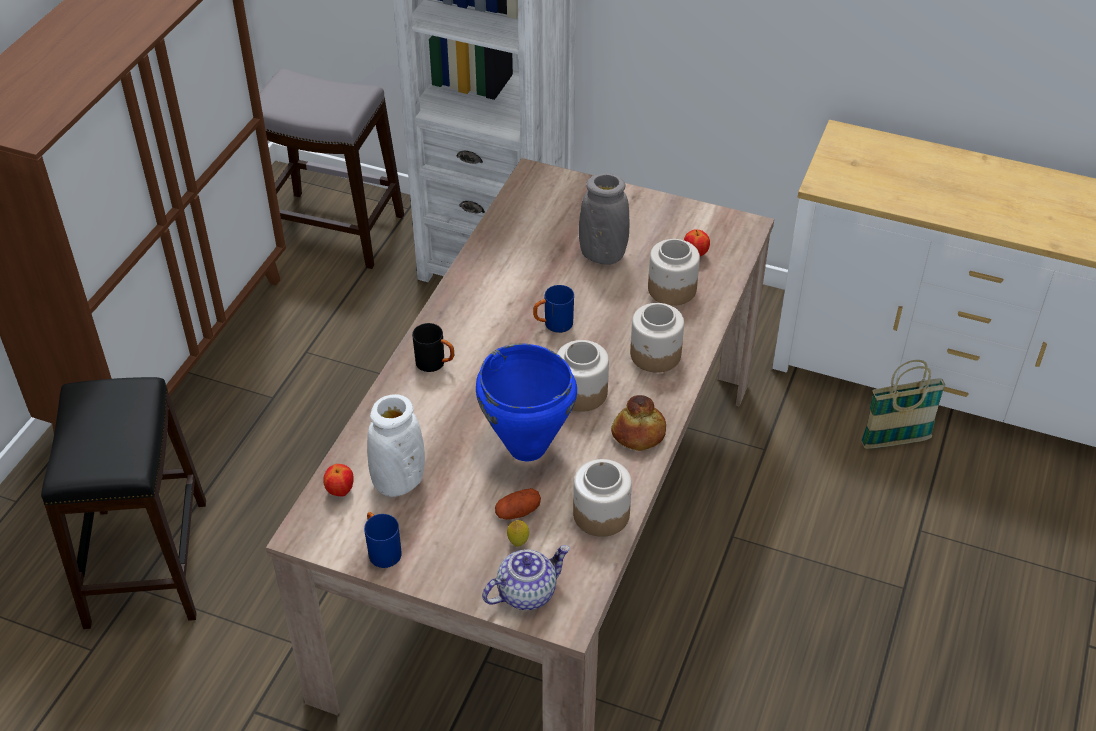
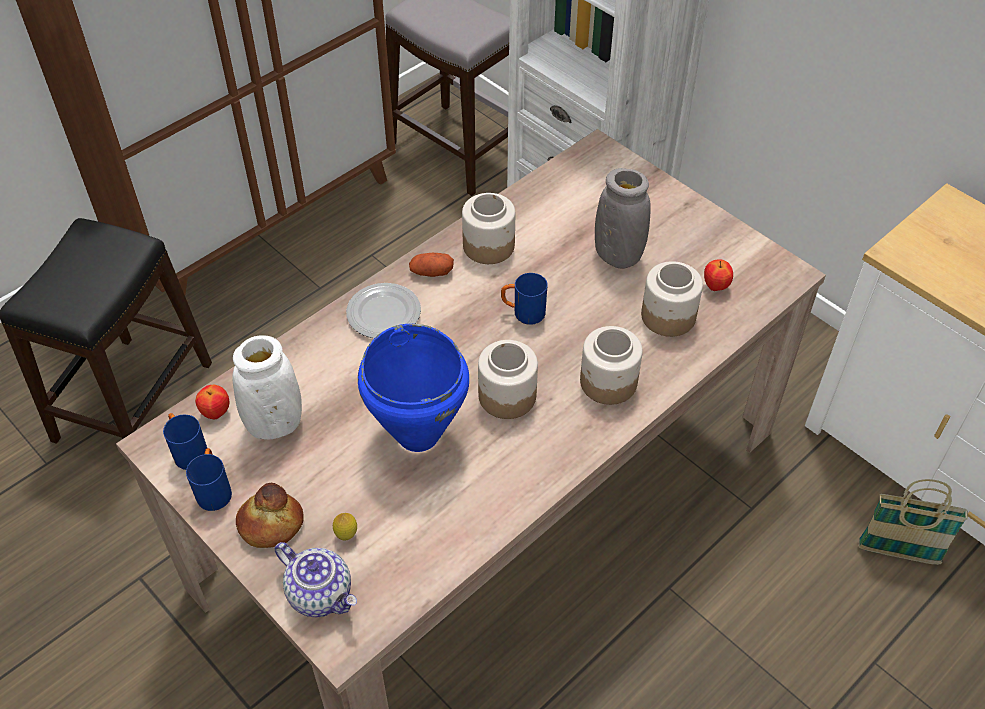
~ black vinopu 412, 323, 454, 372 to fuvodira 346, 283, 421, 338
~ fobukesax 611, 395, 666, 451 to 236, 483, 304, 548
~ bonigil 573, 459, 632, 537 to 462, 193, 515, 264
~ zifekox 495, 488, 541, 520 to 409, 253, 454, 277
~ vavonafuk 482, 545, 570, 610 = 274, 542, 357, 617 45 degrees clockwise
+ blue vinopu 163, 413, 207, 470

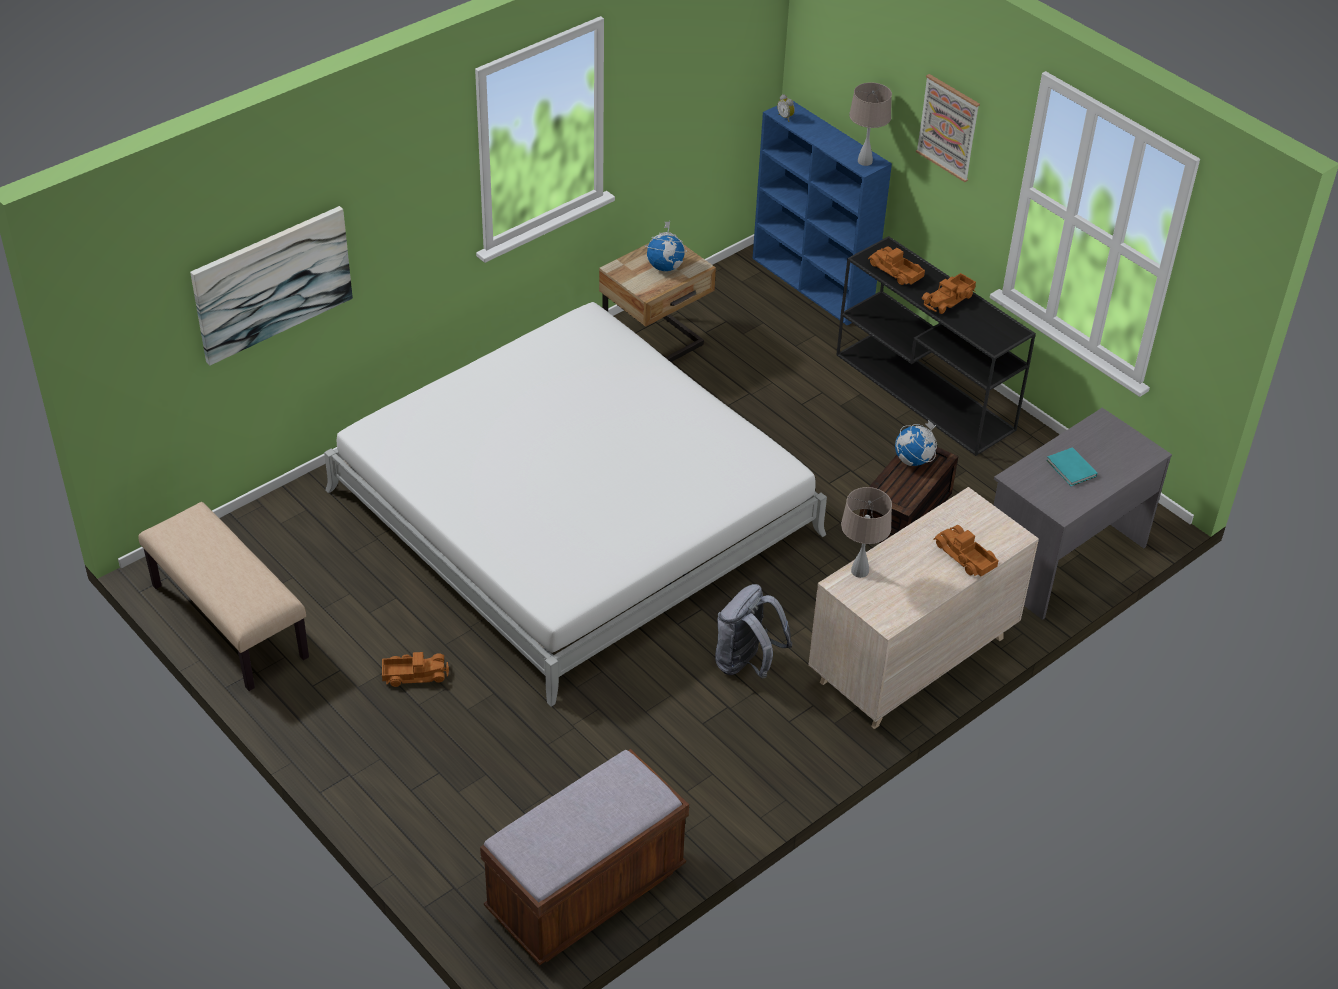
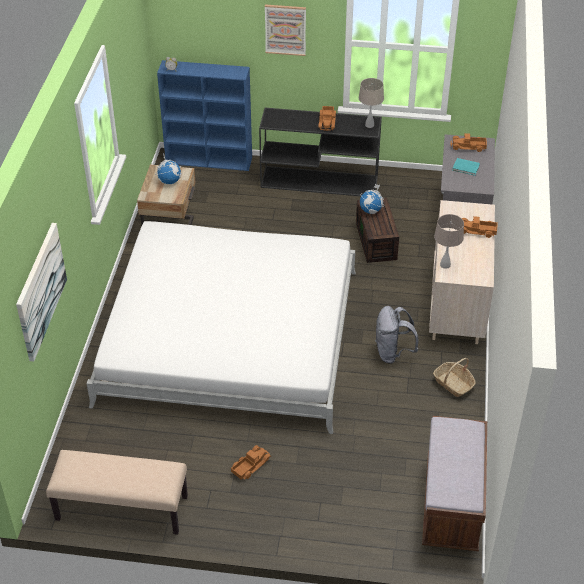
~ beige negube 849, 82, 892, 166 to 359, 78, 384, 128
~ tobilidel 868, 246, 925, 285 to 450, 133, 487, 152
+ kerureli 433, 358, 475, 397

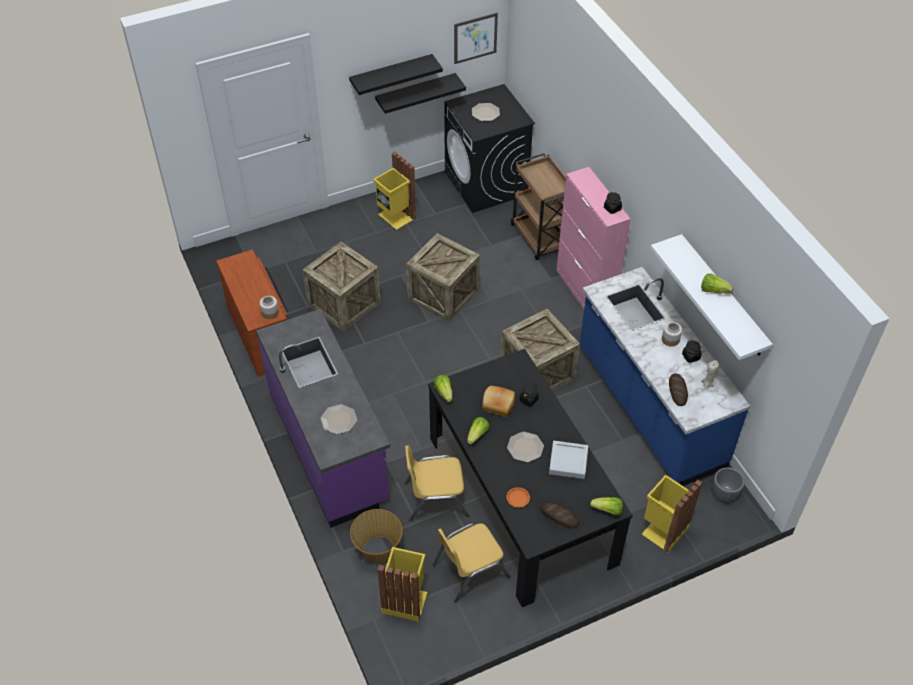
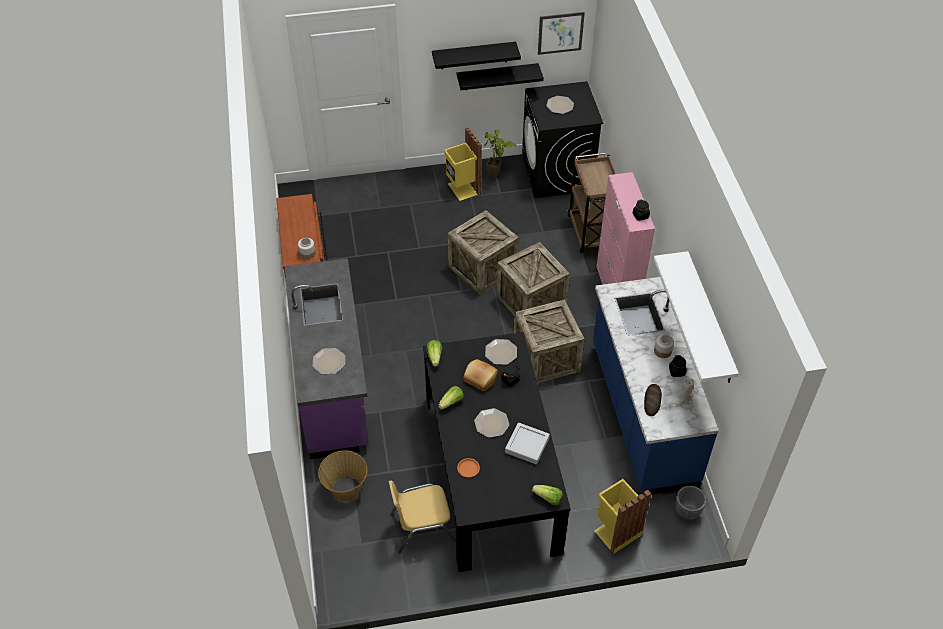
~ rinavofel 303, 242, 381, 331 to 497, 242, 570, 316
- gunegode 701, 274, 733, 294
- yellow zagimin 405, 445, 469, 522
- fobukesax 540, 502, 579, 528
- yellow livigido 378, 547, 427, 622
+ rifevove 483, 130, 517, 178
+ fuvodira 485, 339, 517, 365

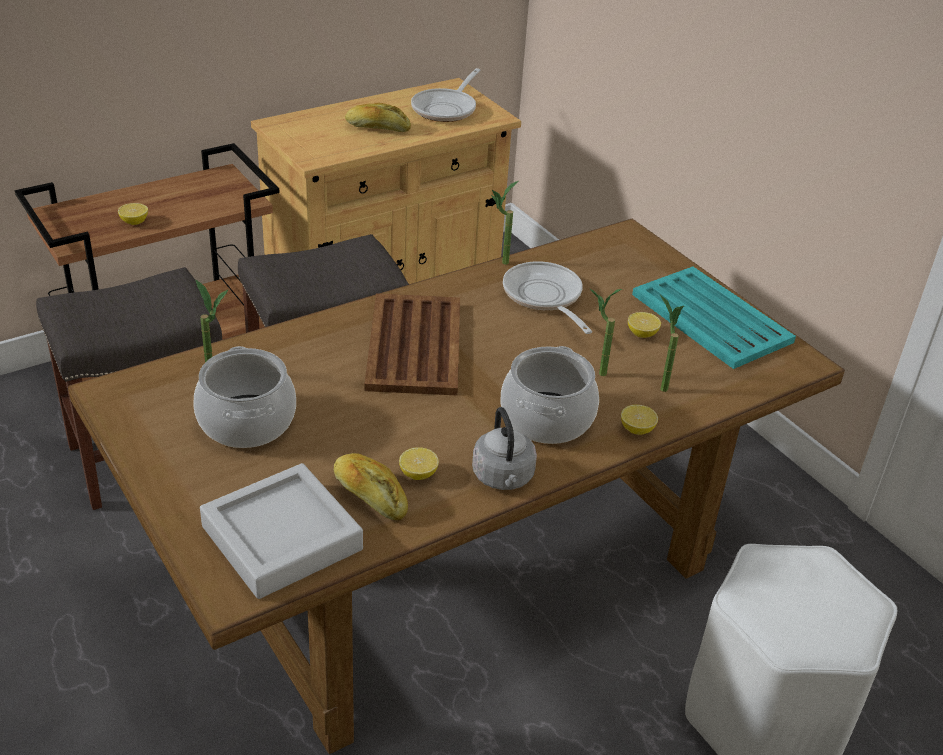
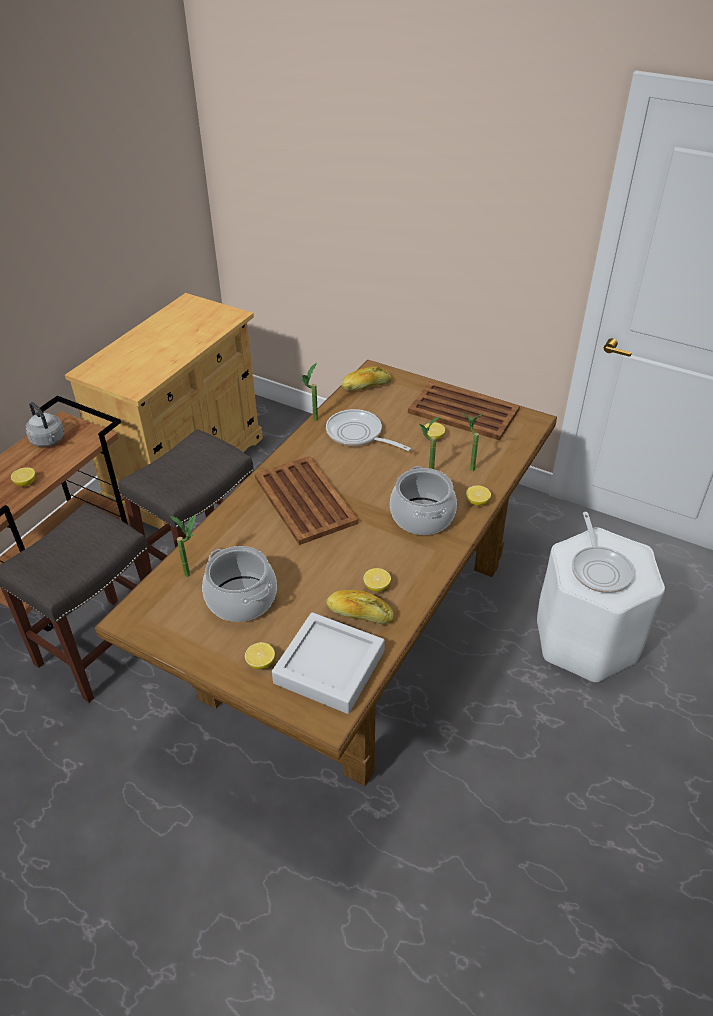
~ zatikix 411, 68, 481, 122 to 572, 512, 634, 593
~ fobukesax 345, 103, 411, 132 to 341, 367, 392, 391
~ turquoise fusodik 632, 266, 796, 369 to brown fusodik 408, 381, 520, 440
~ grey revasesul 472, 407, 537, 490 to 25, 402, 64, 447
+ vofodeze 245, 642, 275, 669

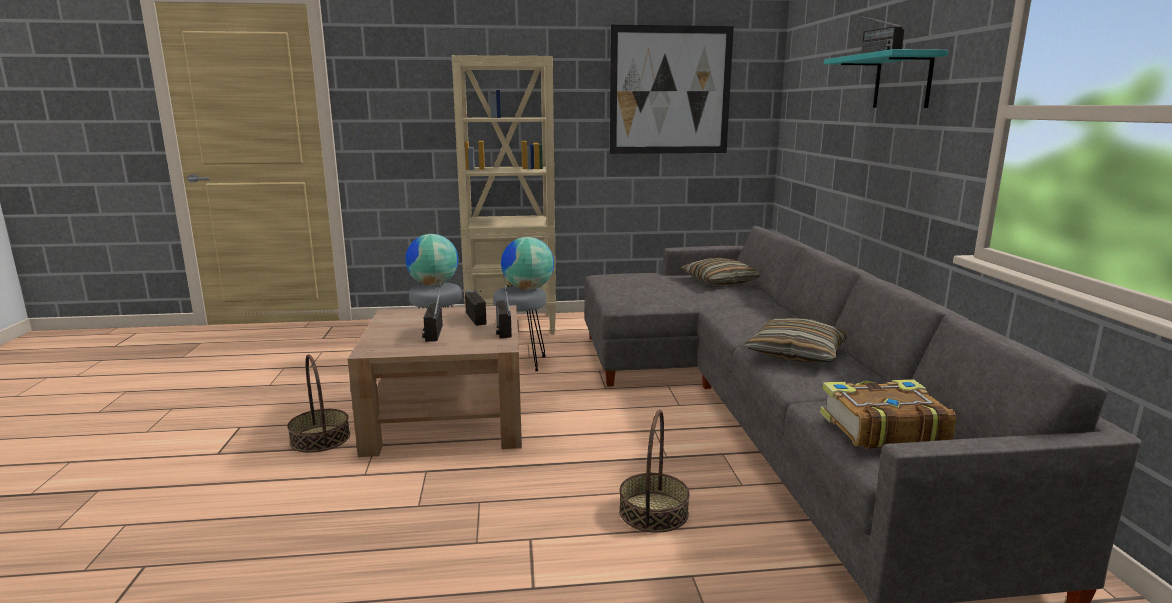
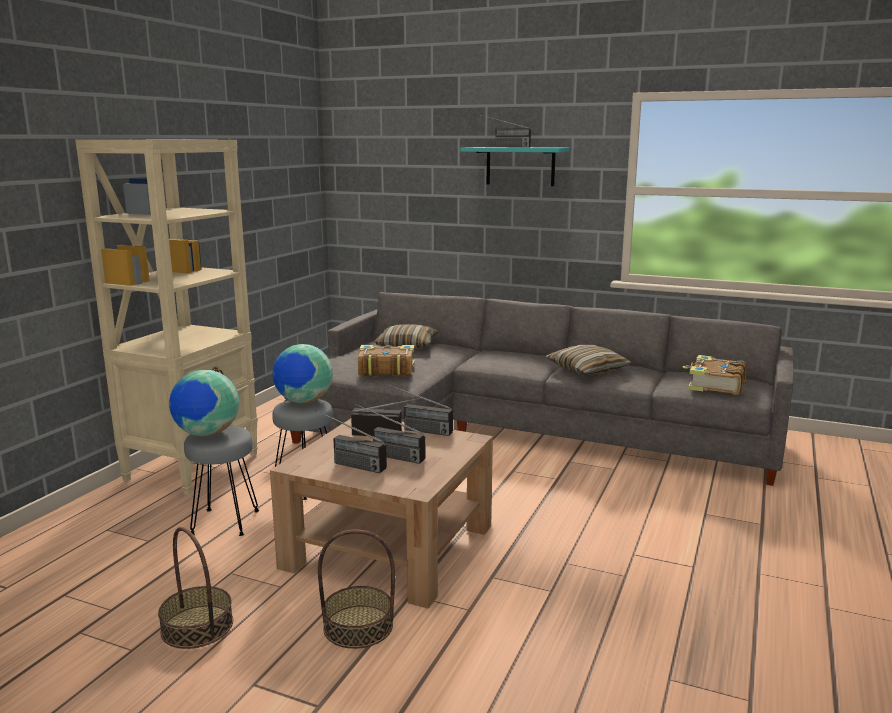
- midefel 610, 25, 734, 154
~ kerureli 619, 410, 690, 533 to 158, 527, 233, 649
+ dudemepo 358, 345, 415, 376
+ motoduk 315, 410, 387, 473

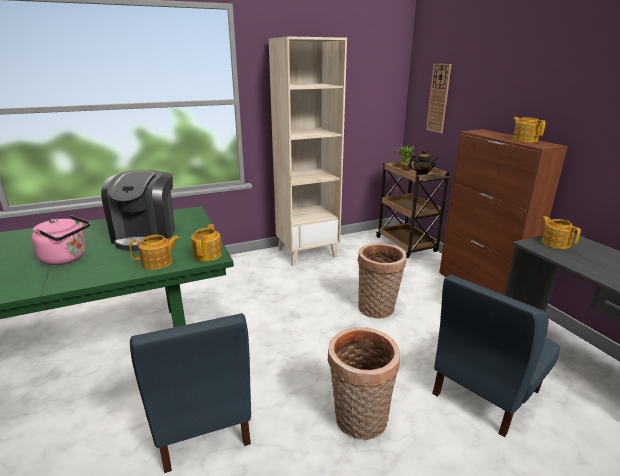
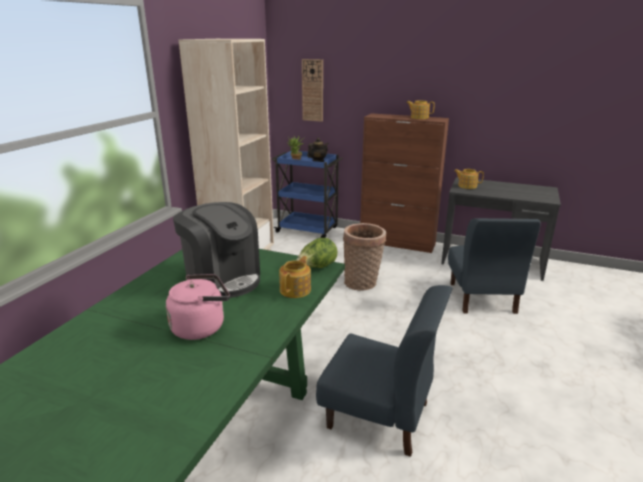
~ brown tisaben 376, 161, 451, 258 to blue tisaben 272, 150, 343, 238
~ vavonafuk 191, 224, 222, 262 to gunegode 296, 238, 338, 268
- kerureli 328, 327, 400, 440

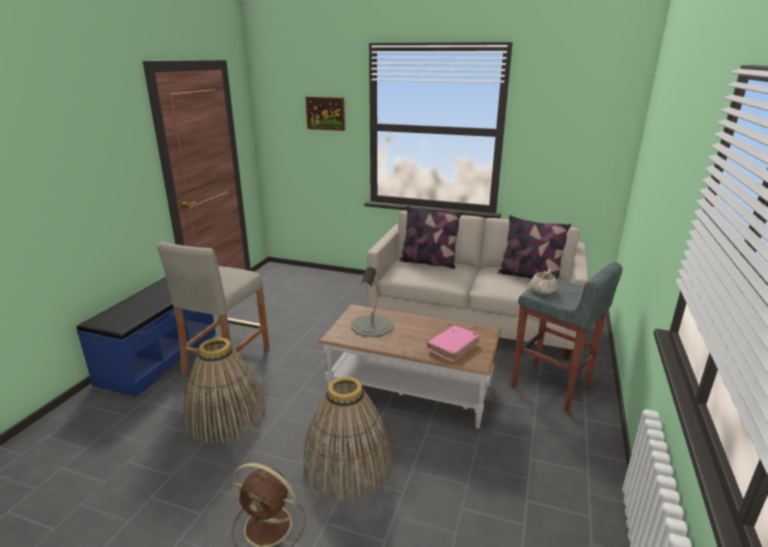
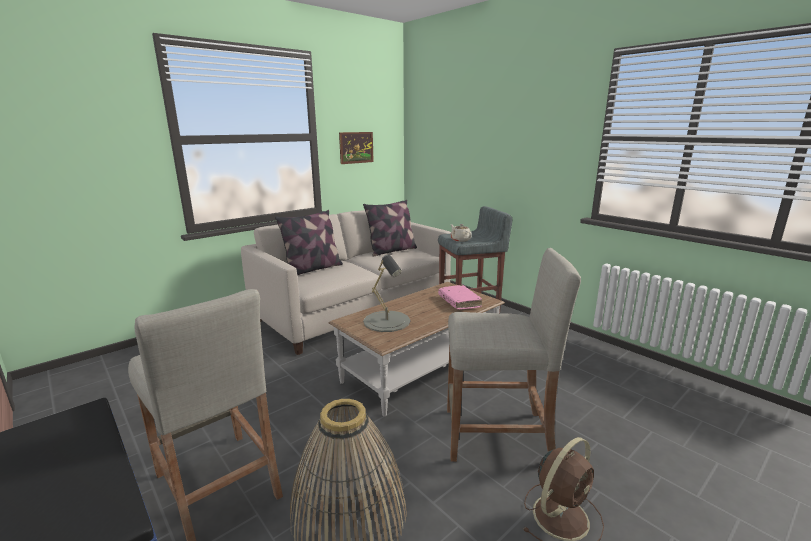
~ midefel 305, 97, 345, 131 to 339, 132, 374, 164
~ kerureli 303, 377, 392, 501 to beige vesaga 447, 248, 581, 462

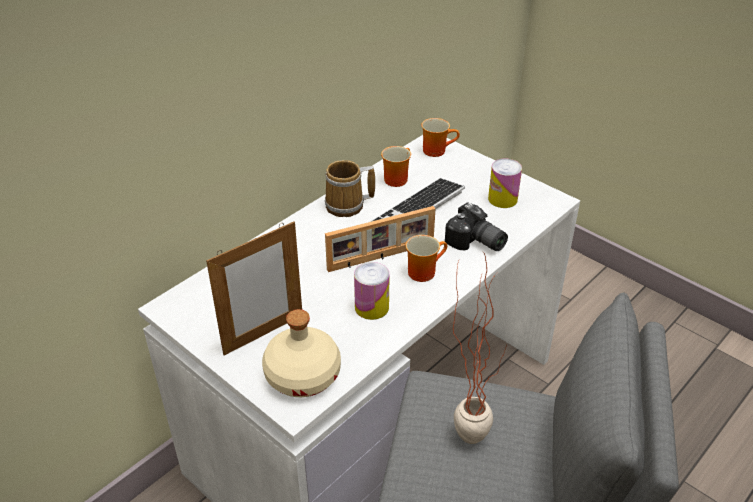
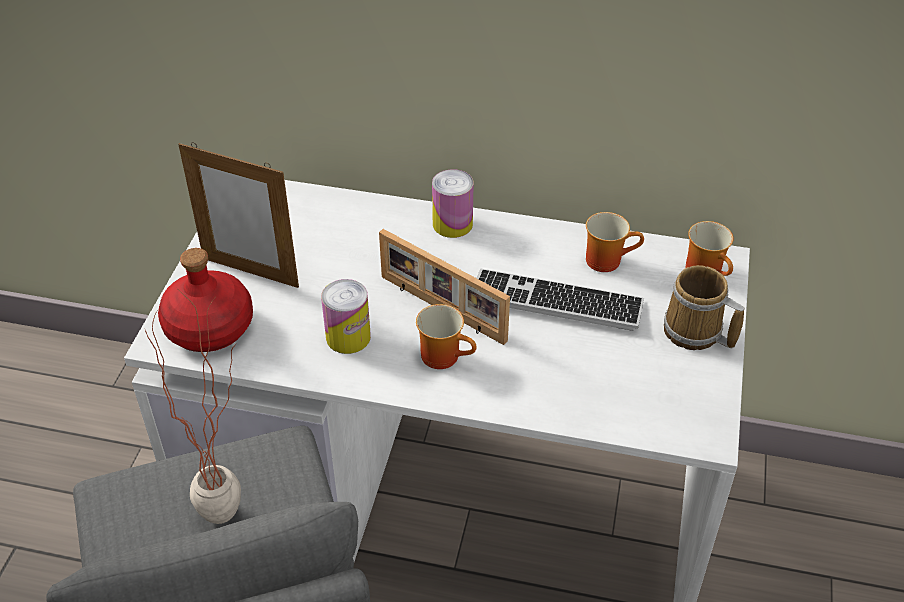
~ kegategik 488, 159, 522, 208 to 432, 169, 474, 238
~ vinopu 325, 160, 375, 217 to 664, 265, 745, 350
- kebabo 445, 203, 508, 251
~ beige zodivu 262, 309, 341, 397 to red zodivu 158, 248, 253, 352

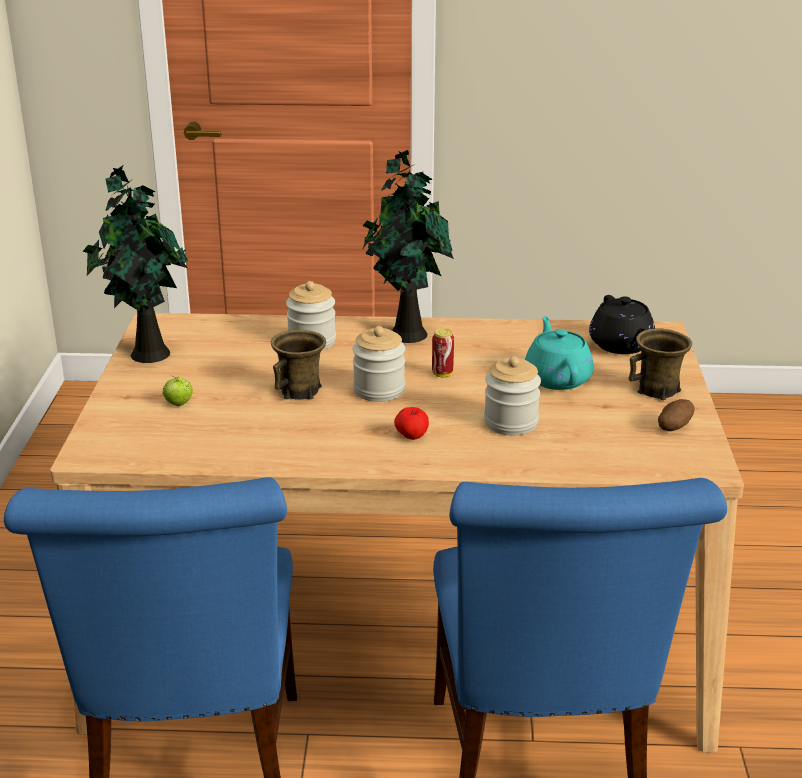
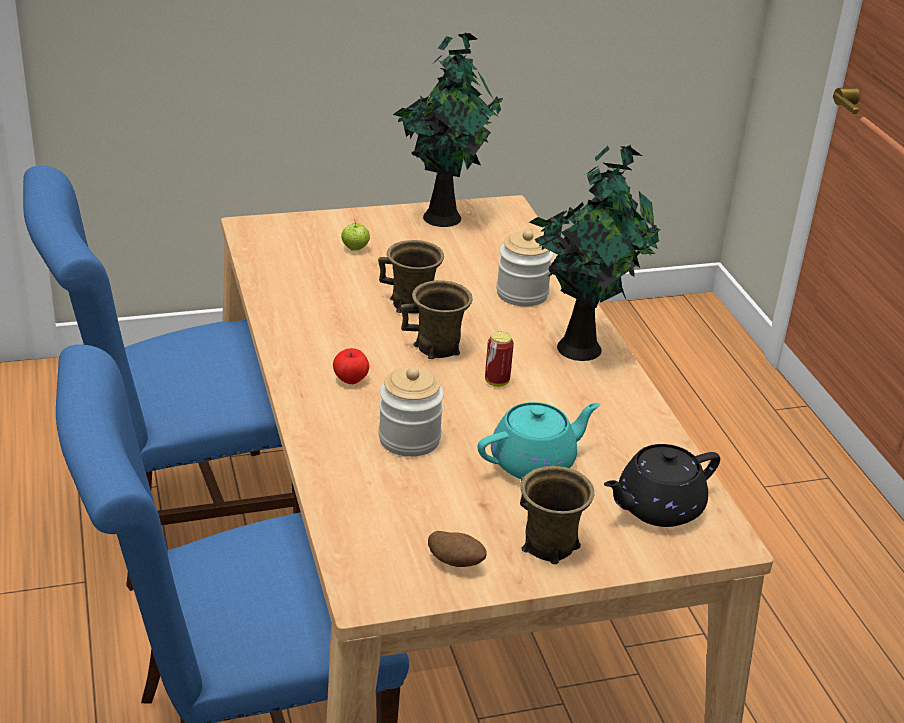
~ bonigil 352, 326, 405, 402 to brown vinopu 401, 280, 473, 359

